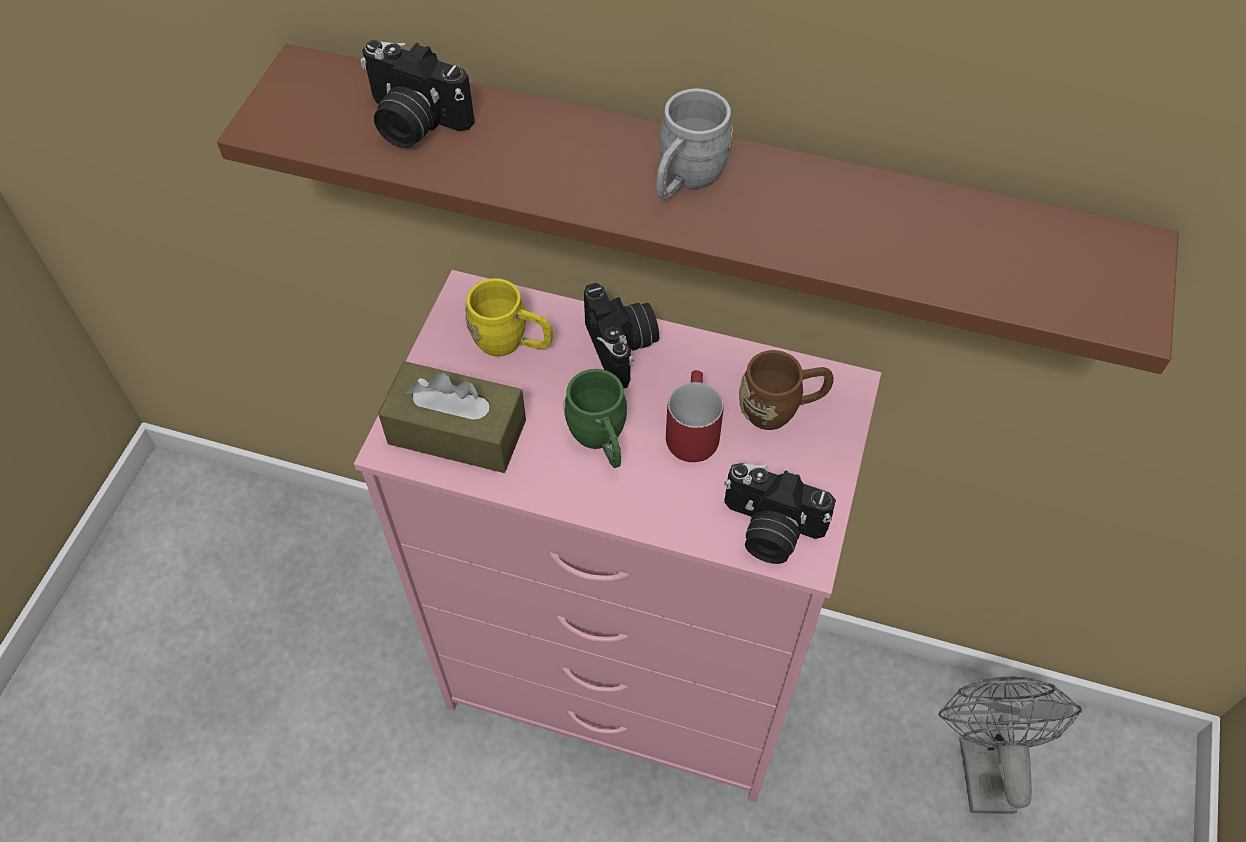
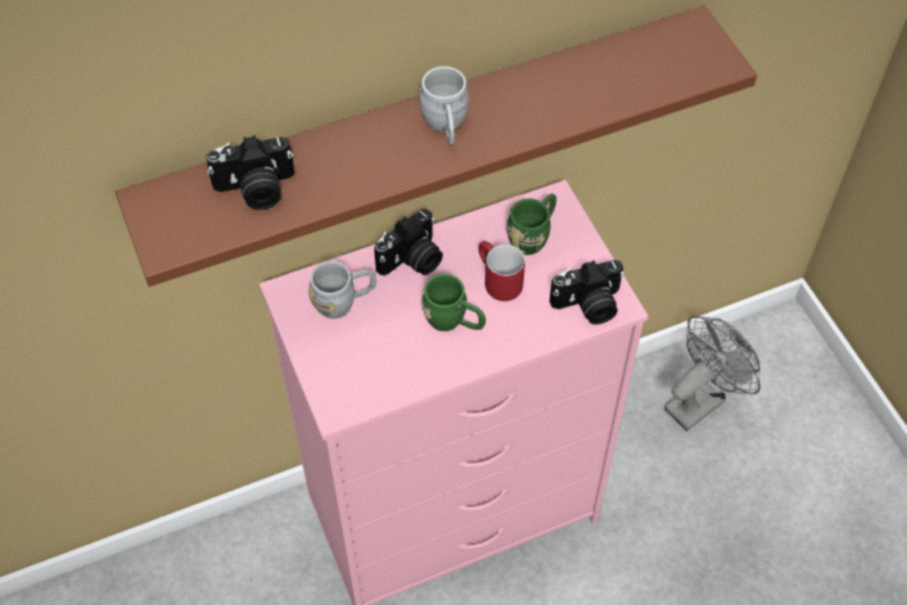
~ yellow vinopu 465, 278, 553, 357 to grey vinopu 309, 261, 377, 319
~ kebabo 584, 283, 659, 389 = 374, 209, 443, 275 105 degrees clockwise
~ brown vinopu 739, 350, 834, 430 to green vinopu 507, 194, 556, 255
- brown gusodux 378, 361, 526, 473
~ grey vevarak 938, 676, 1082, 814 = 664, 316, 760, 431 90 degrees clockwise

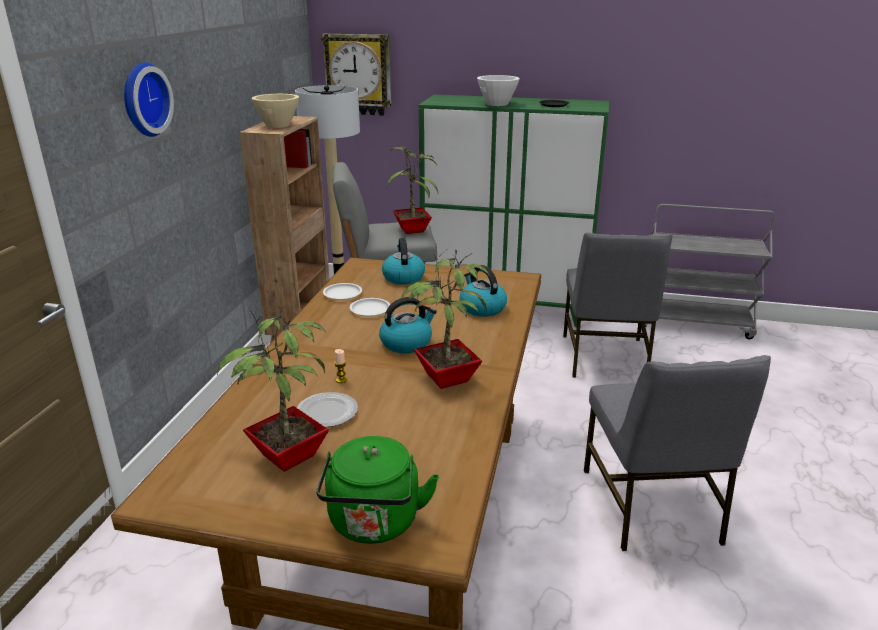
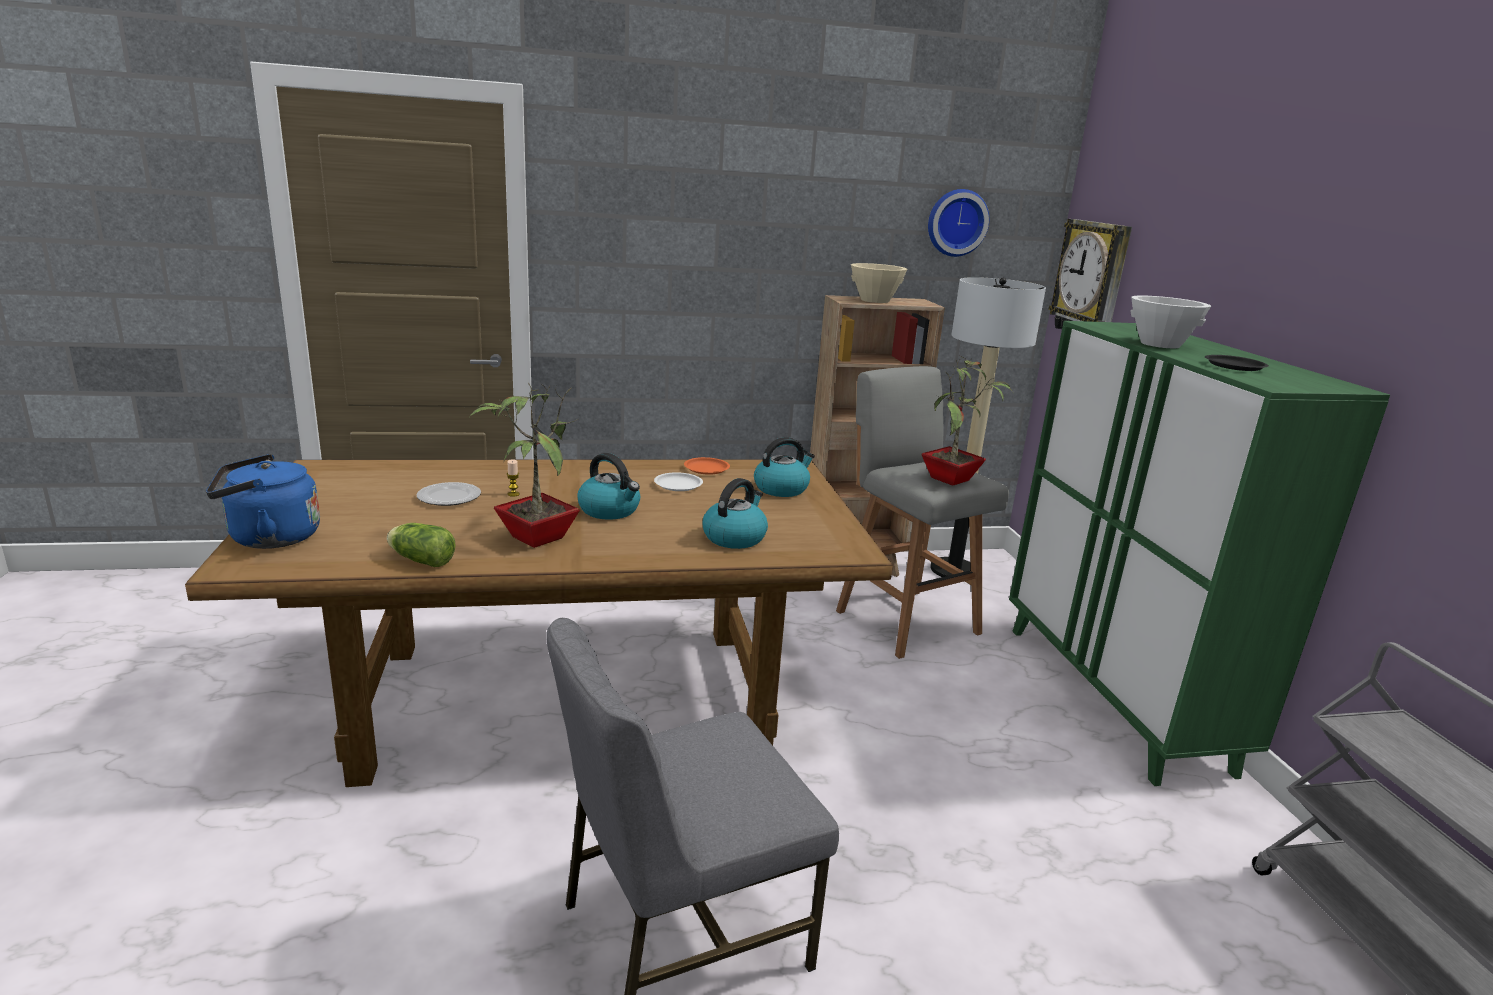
~ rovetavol 124, 62, 174, 137 to 928, 189, 989, 257
- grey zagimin 563, 233, 672, 378
~ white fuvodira 323, 283, 362, 300 to orange fuvodira 684, 457, 730, 475
- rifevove 217, 307, 329, 472
~ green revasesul 316, 436, 439, 544 to blue revasesul 206, 454, 320, 549
+ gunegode 387, 523, 456, 567

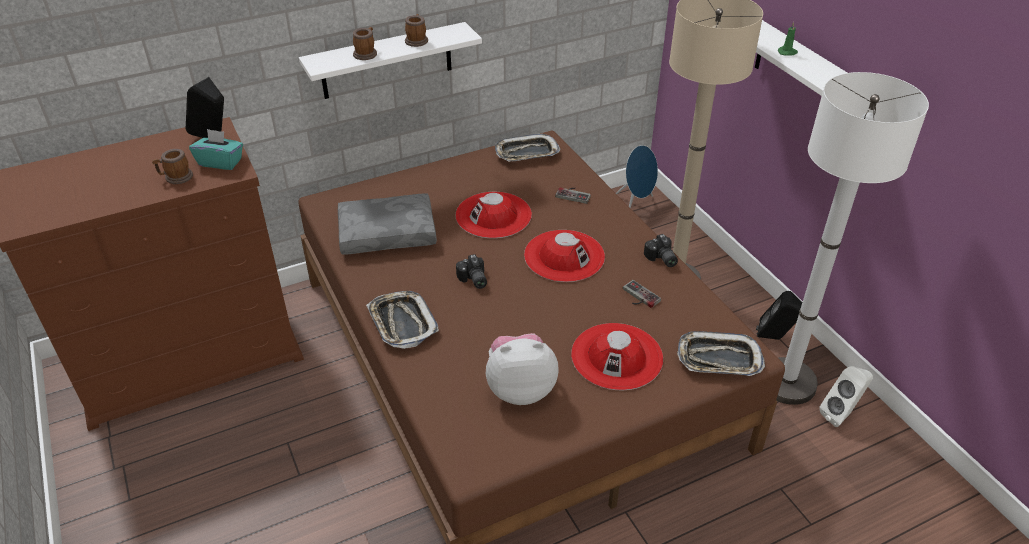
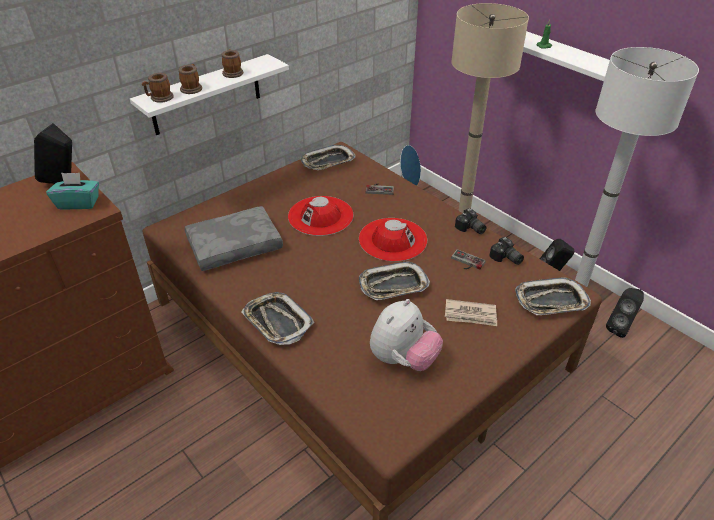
~ vinopu 152, 149, 193, 184 to 142, 73, 174, 103
~ kebabo 456, 254, 487, 289 to 489, 237, 524, 265
~ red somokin 571, 323, 663, 390 to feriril 445, 299, 497, 326
~ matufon 486, 333, 559, 405 = 370, 299, 443, 371 150 degrees clockwise
~ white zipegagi 819, 366, 873, 427 to black zipegagi 606, 288, 644, 338
+ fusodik 359, 261, 430, 300

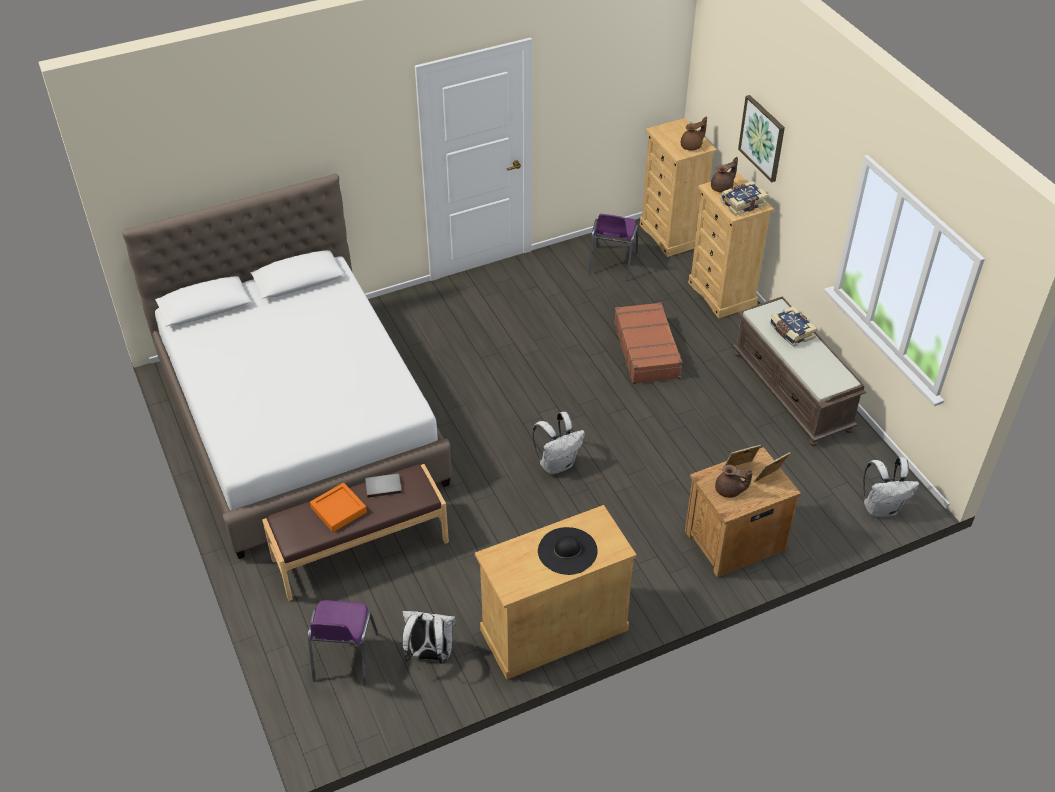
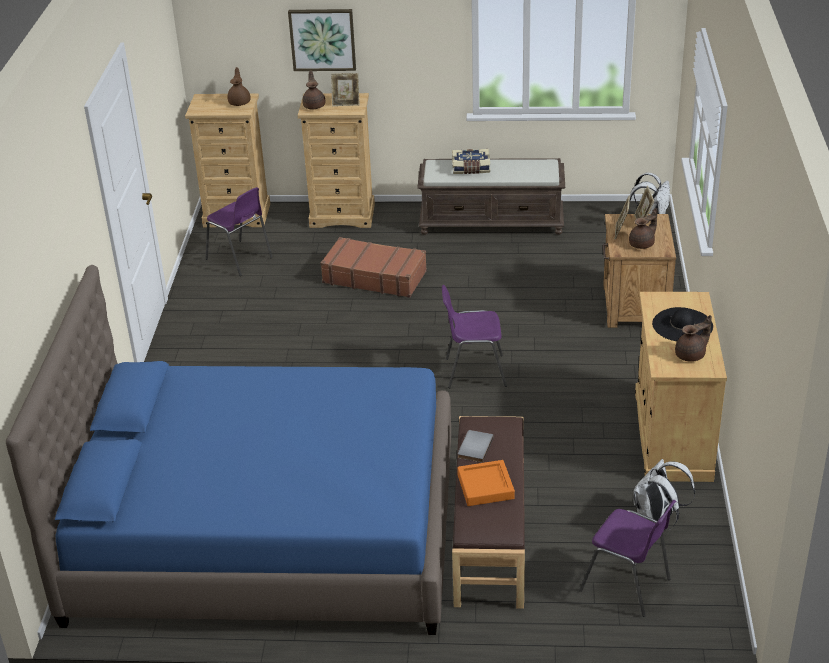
~ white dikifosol 122, 174, 452, 559 to blue dikifosol 6, 265, 451, 635
~ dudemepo 721, 181, 768, 216 to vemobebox 331, 73, 360, 106
~ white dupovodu 532, 412, 585, 475 to purple zagimin 442, 285, 507, 388
+ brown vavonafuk 675, 315, 712, 362

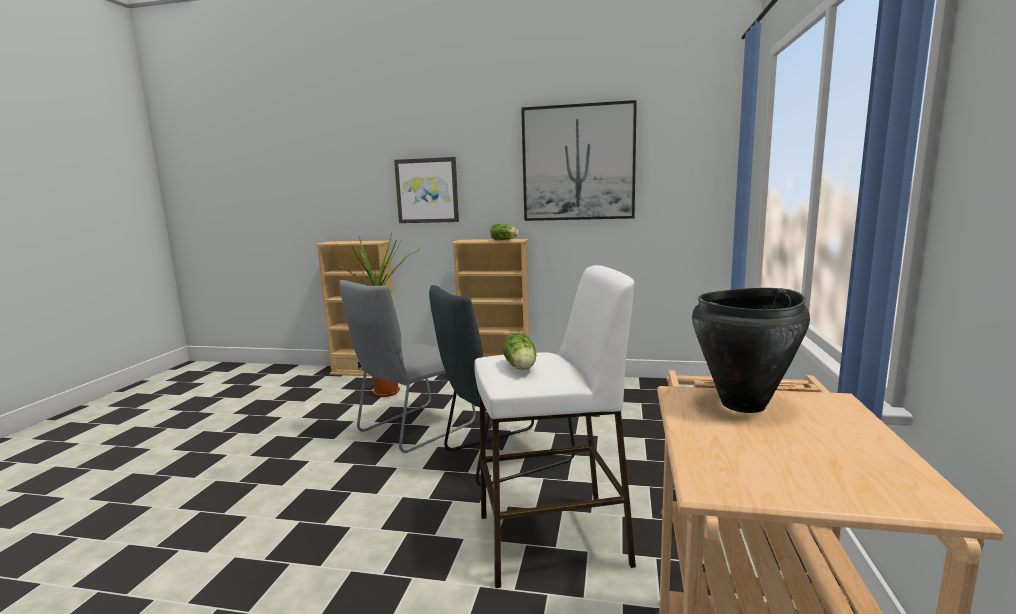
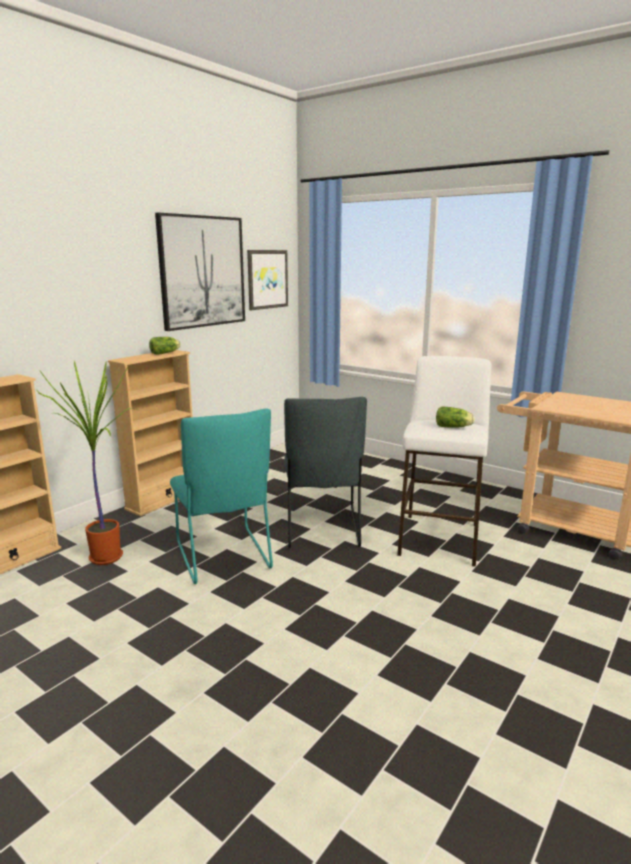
~ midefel 394, 157, 459, 223 to 247, 250, 288, 310
~ grey zagimin 339, 280, 476, 453 to turquoise zagimin 170, 409, 273, 584
- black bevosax 692, 288, 810, 413

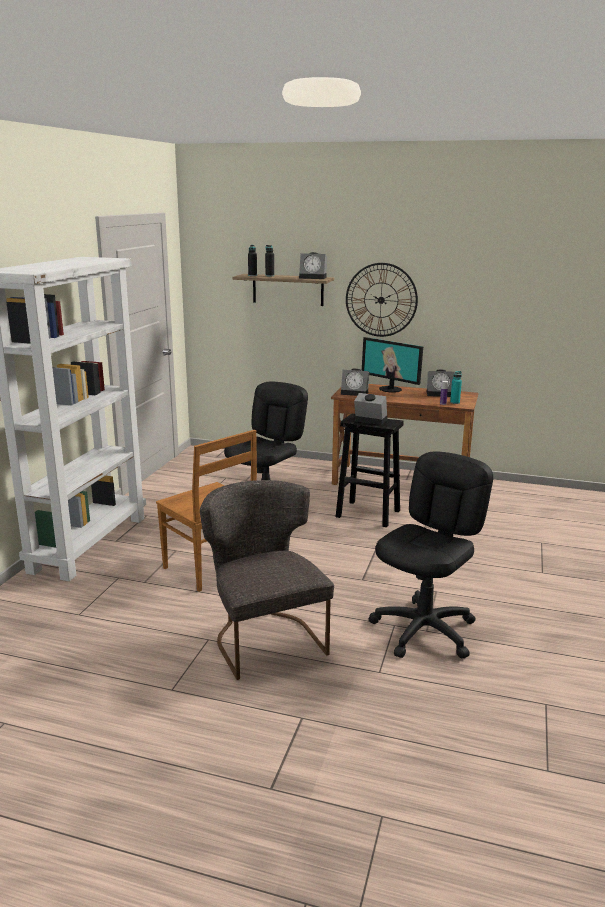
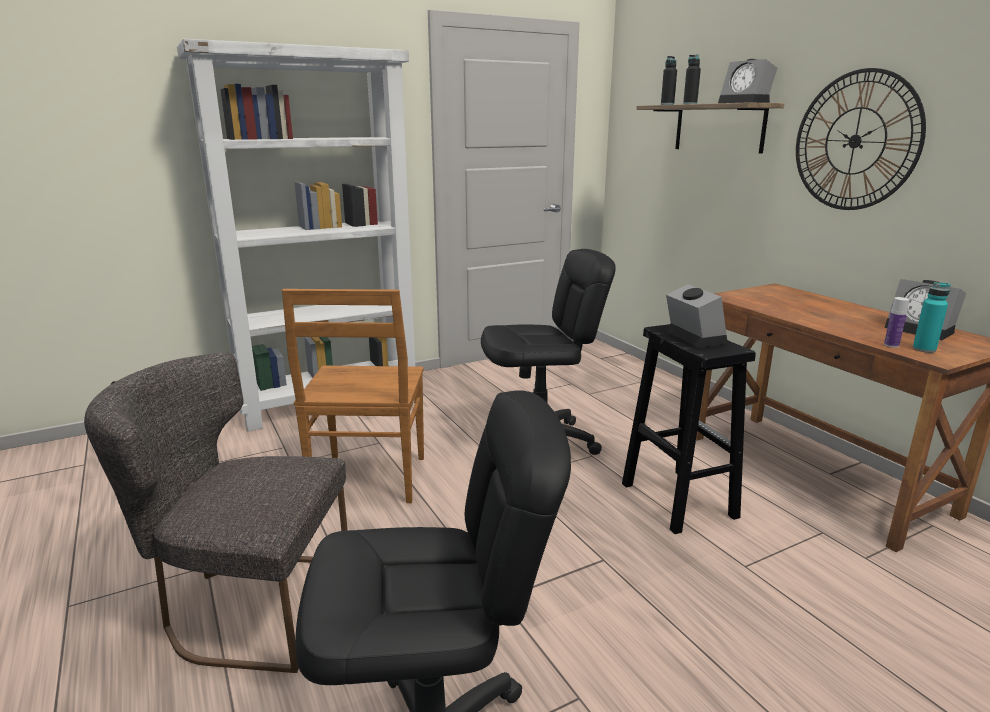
- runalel 362, 337, 423, 393
- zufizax 341, 369, 370, 396
~ grey zagimin 200, 480, 334, 680 = 84, 352, 348, 673 105 degrees counterclockwise

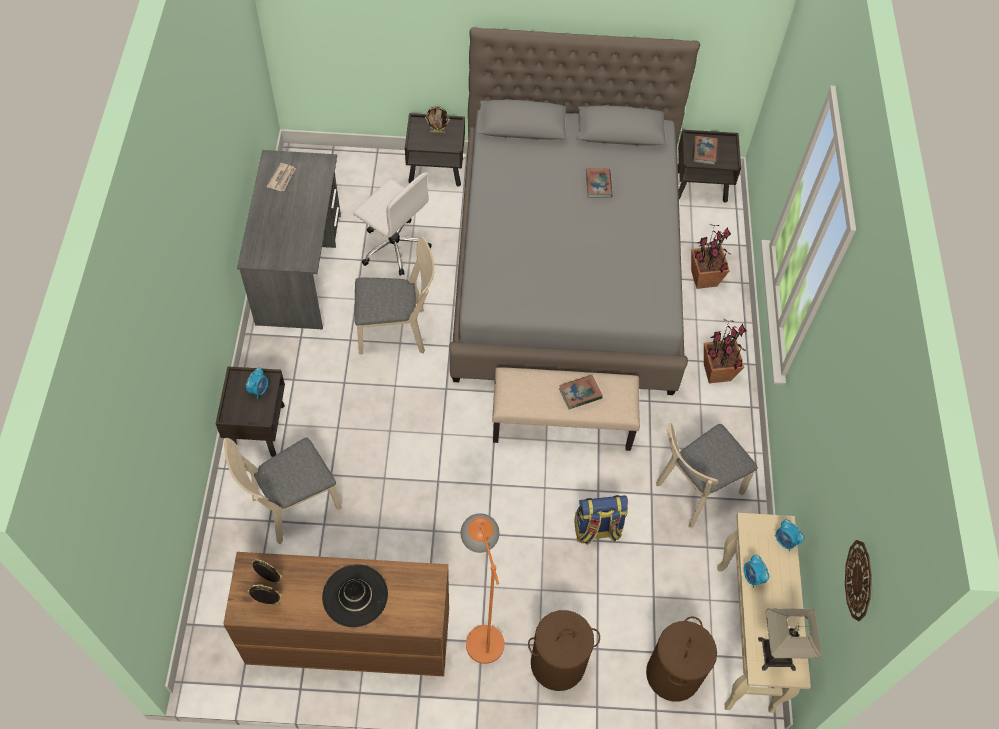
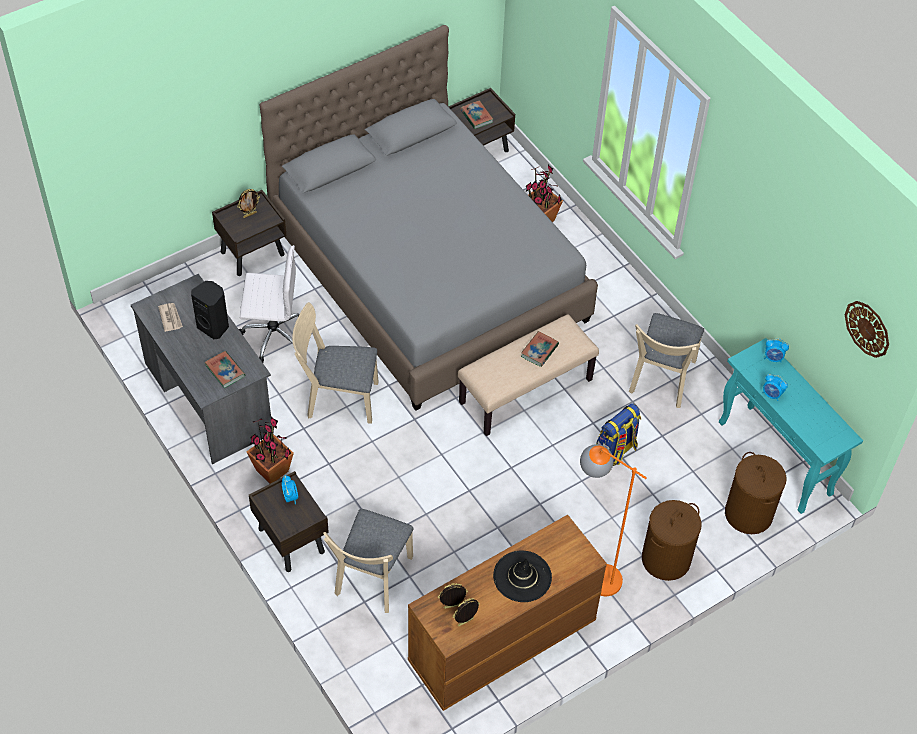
~ dudemepo 586, 168, 612, 198 to 204, 351, 245, 388
~ beige zagimin 354, 237, 435, 354 = 292, 302, 379, 424 135 degrees counterclockwise
~ rifevove 704, 319, 746, 383 to 247, 417, 294, 484
~ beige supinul 717, 513, 811, 713 to turquoise supinul 719, 338, 863, 514
- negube 758, 608, 822, 671
+ black zipegagi 191, 281, 229, 339

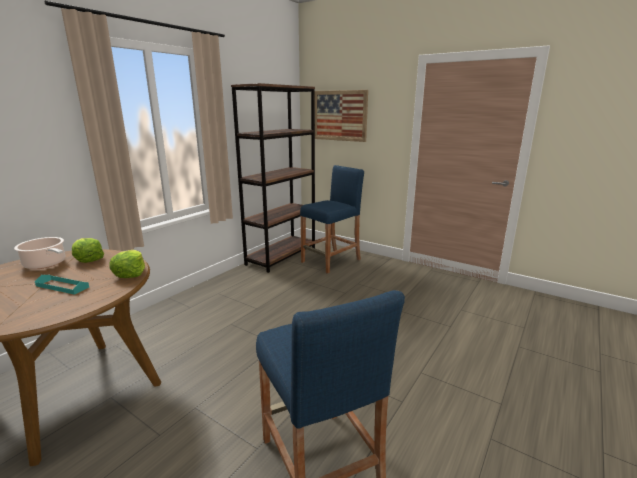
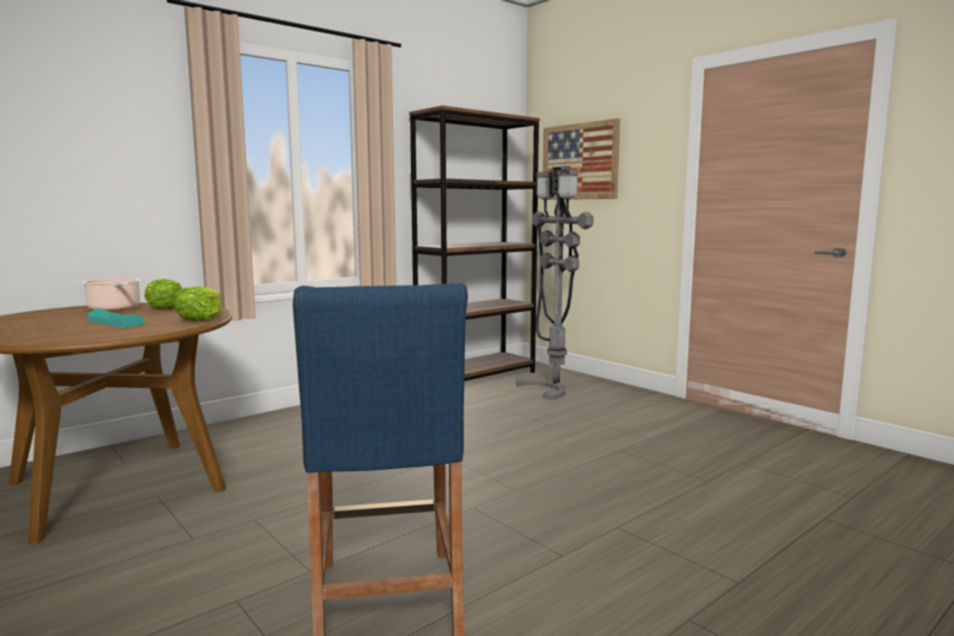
~ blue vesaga 300, 165, 364, 274 to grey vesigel 516, 166, 594, 399

